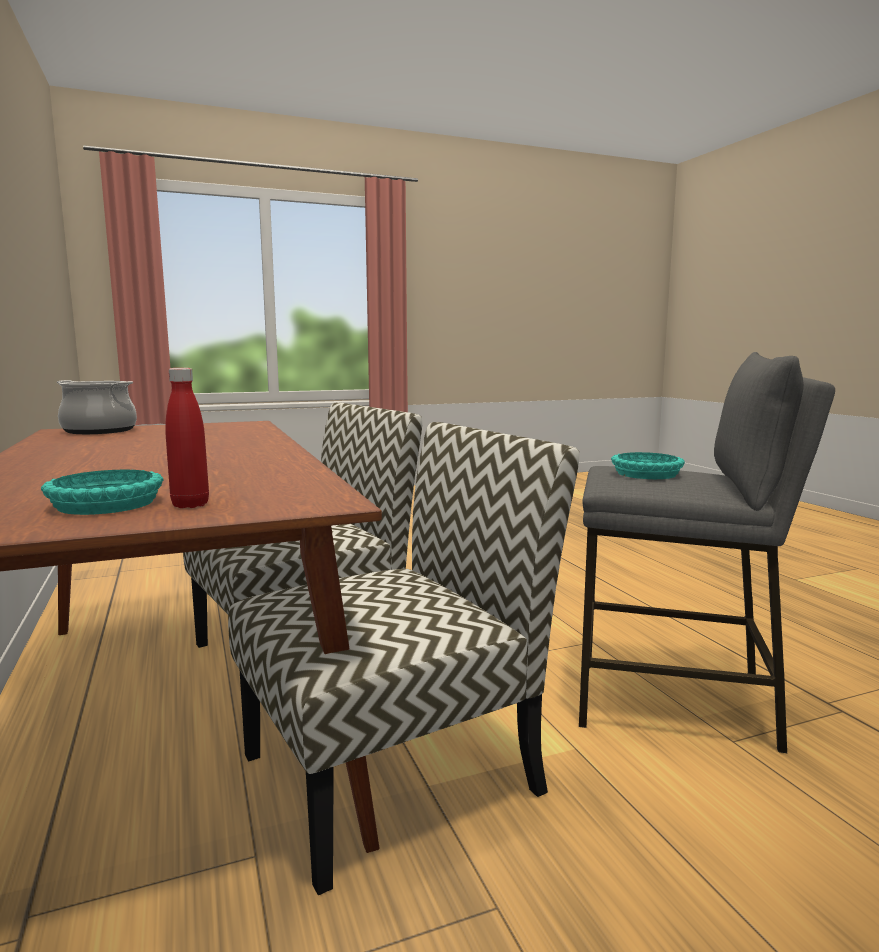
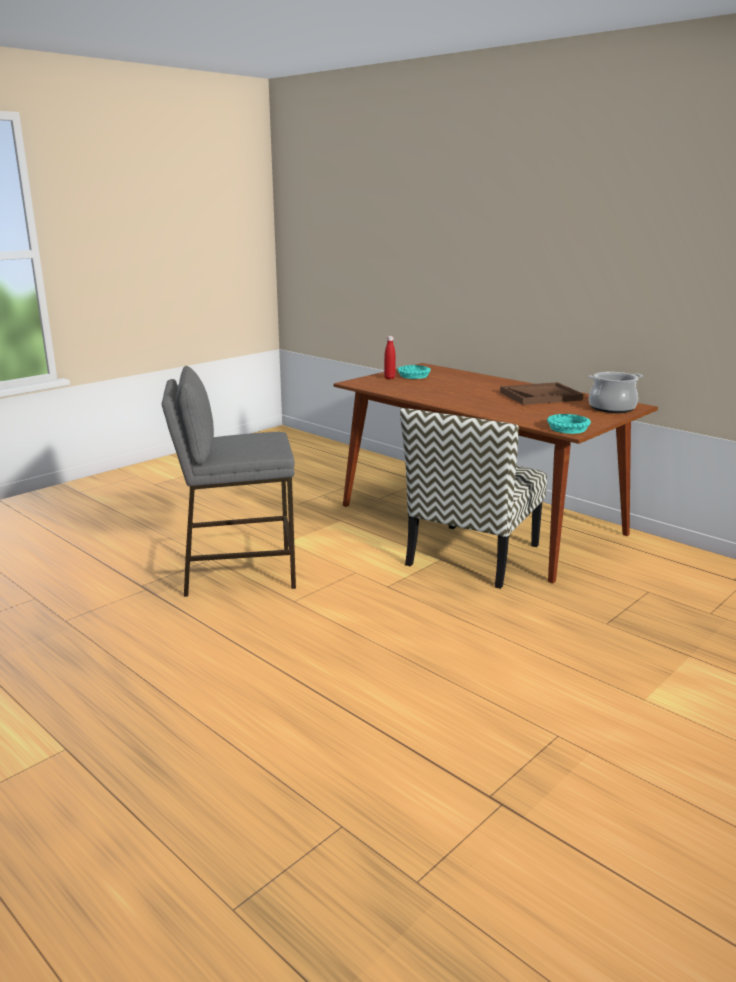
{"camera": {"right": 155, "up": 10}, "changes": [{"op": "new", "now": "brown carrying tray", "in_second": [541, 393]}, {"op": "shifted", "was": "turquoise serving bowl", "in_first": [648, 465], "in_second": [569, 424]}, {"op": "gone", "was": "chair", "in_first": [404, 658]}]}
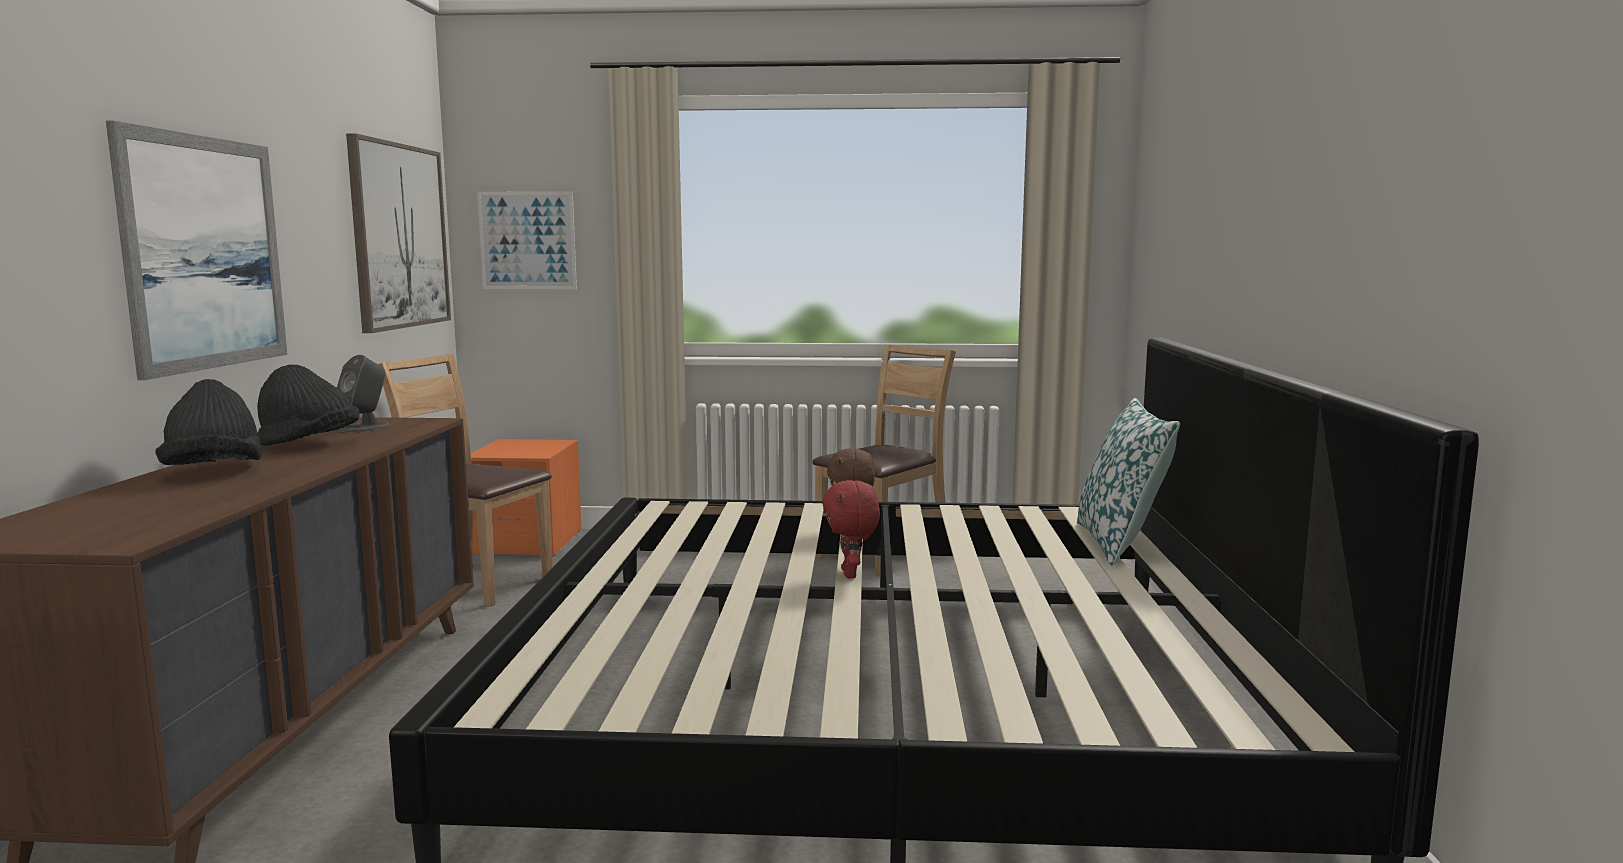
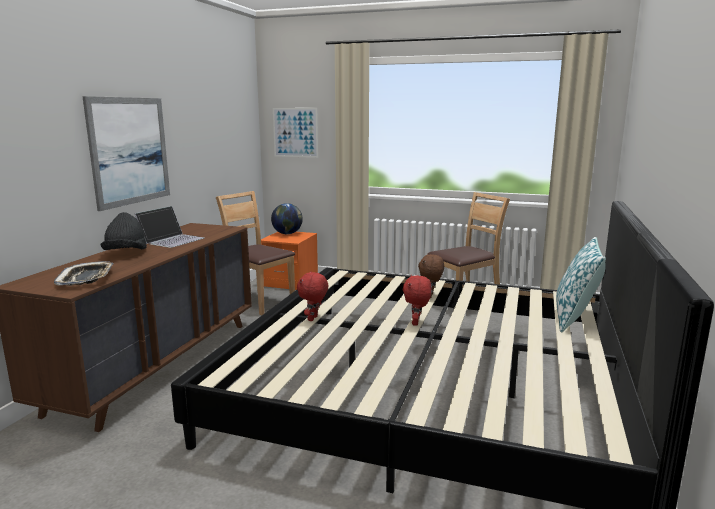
{"camera": {"right": 15, "up": 5}, "changes": [{"op": "new", "now": "carrying tray", "in_second": [84, 273]}, {"op": "swapped", "was": "black hat", "now": "notebook computer", "in_first": [308, 405], "in_second": [170, 227]}, {"op": "new", "now": "globe", "in_second": [287, 218]}, {"op": "new", "now": "red-coloured plush toy", "in_second": [312, 296]}, {"op": "gone", "was": "grey audio speaker", "in_first": [363, 394]}, {"op": "gone", "was": "wall art", "in_first": [398, 233]}]}
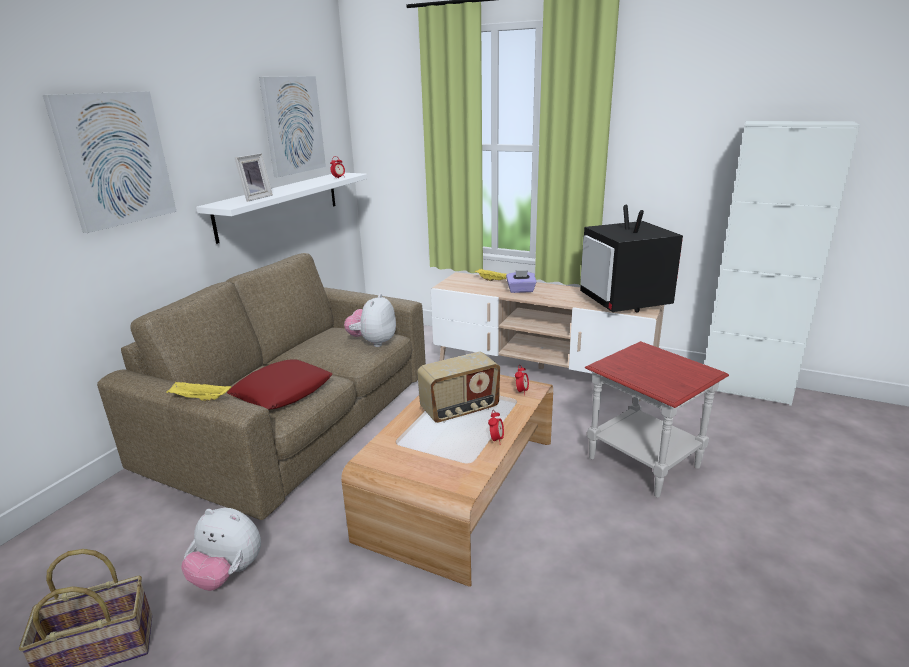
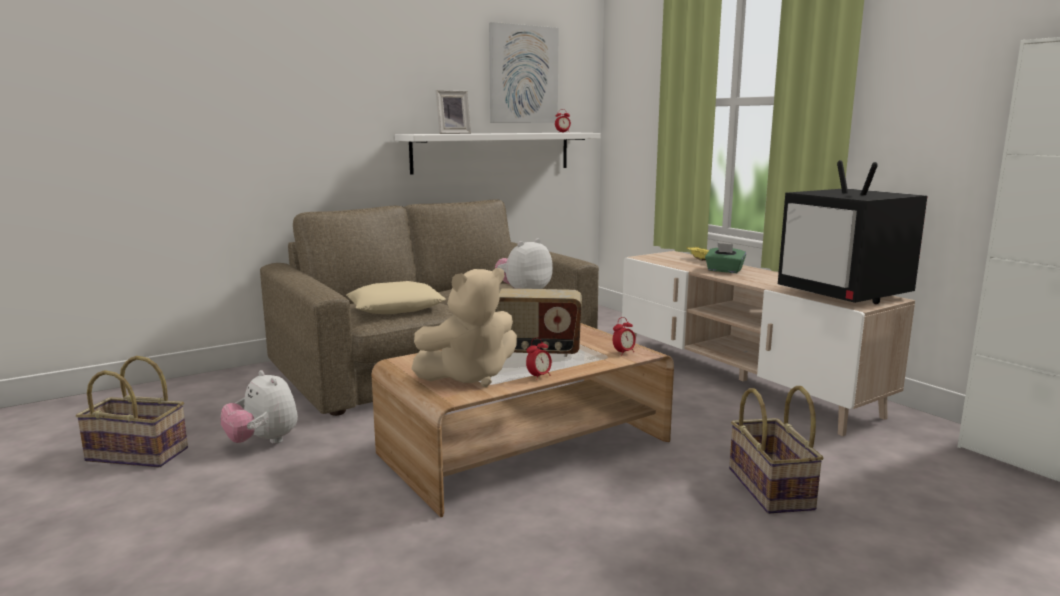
{"camera": {"right": 30, "up": -10}, "changes": [{"op": "repainted", "was": "red-coloured cushion", "now": "beige cushion", "in_first": [279, 384], "in_second": [396, 297]}, {"op": "new", "now": "beige plush toy", "in_second": [464, 327]}, {"op": "repainted", "was": "purple box of tissues", "now": "greenish box of tissues", "in_first": [521, 281], "in_second": [725, 258]}, {"op": "swapped", "was": "red-coloured end table", "now": "storage basket", "in_first": [657, 419], "in_second": [776, 450]}, {"op": "rotated", "was": "TV", "in_first": [631, 259], "in_second": [852, 232], "clockwise": -45}, {"op": "gone", "was": "wall art", "in_first": [110, 162]}, {"op": "gone", "was": "yellow carrying tray", "in_first": [198, 391]}]}
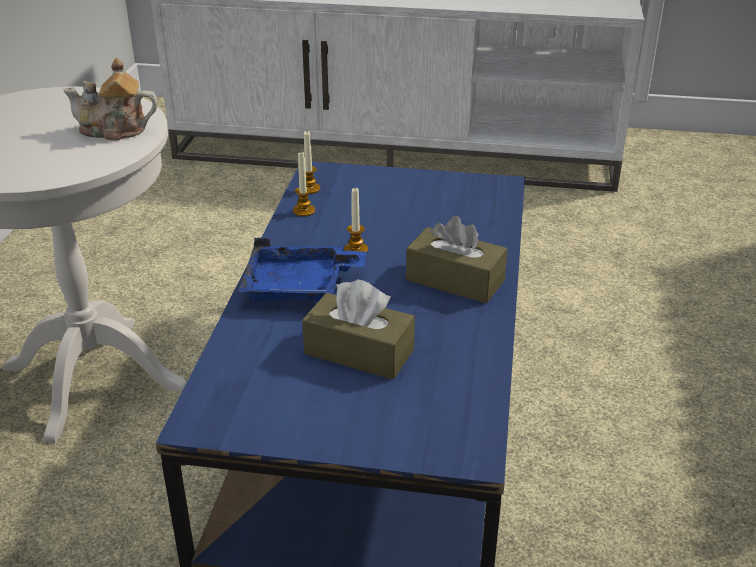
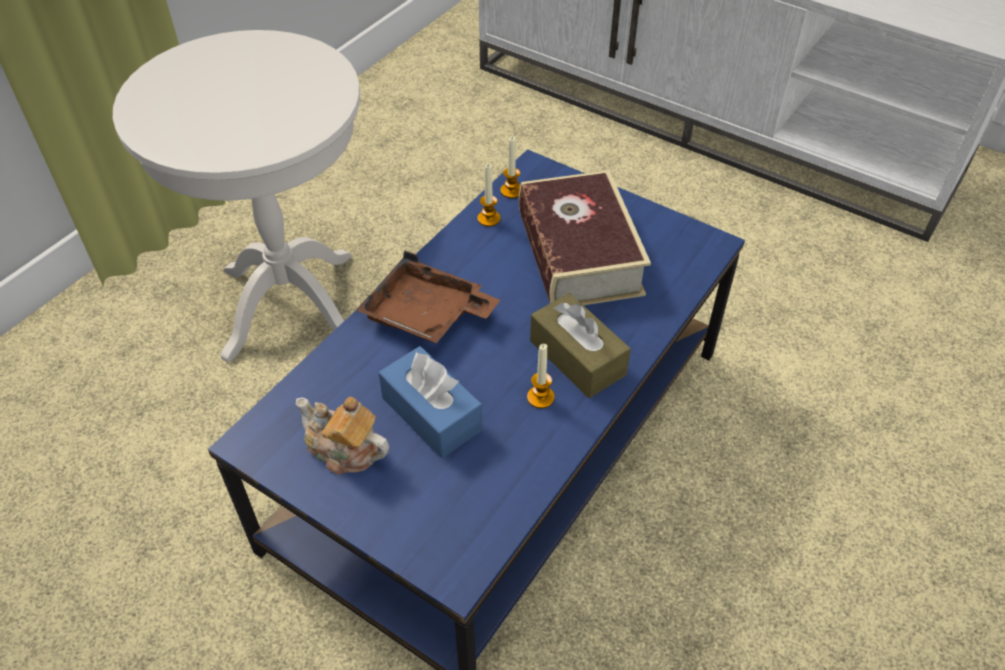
{"camera": {"right": 25, "up": 15}, "changes": [{"op": "shifted", "was": "teapot", "in_first": [110, 99], "in_second": [342, 436]}, {"op": "repainted", "was": "blue-coloured carrying tray", "now": "brown carrying tray", "in_first": [302, 269], "in_second": [428, 297]}, {"op": "repainted", "was": "brown box of tissues", "now": "blue-coloured box of tissues", "in_first": [358, 329], "in_second": [431, 402]}, {"op": "new", "now": "volume", "in_second": [585, 237]}, {"op": "shifted", "was": "candle", "in_first": [356, 220], "in_second": [541, 376]}]}
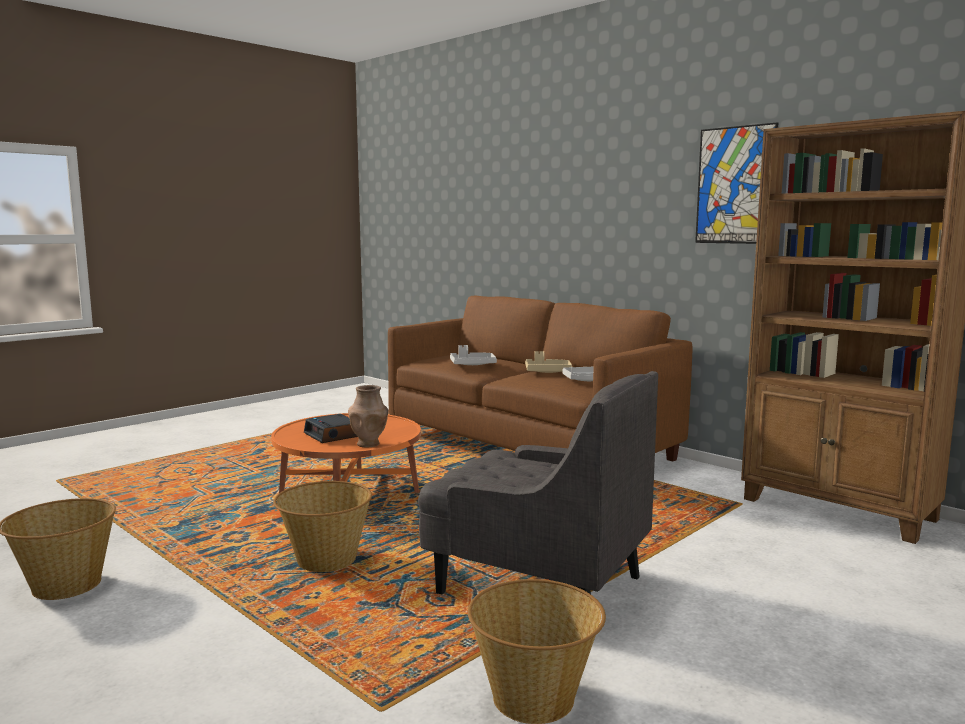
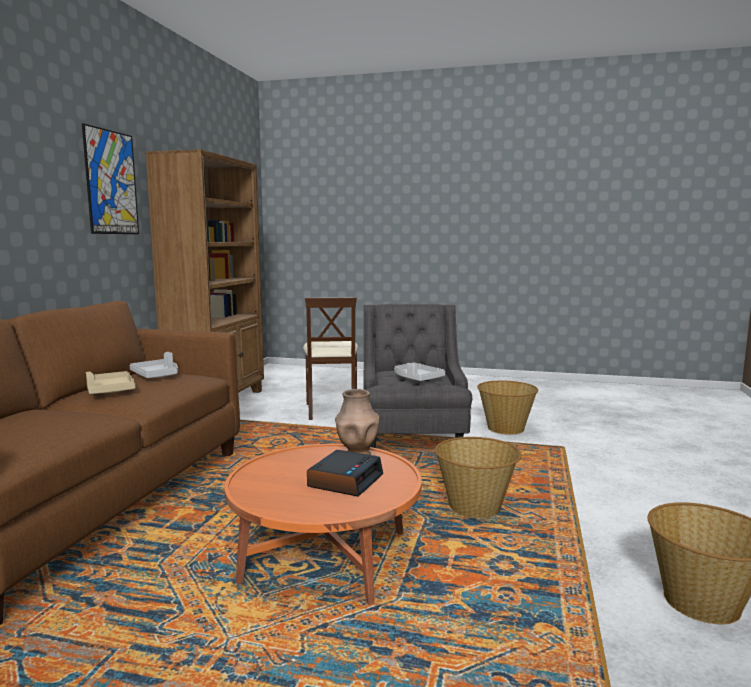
{"camera": {"right": -120, "up": 0}, "changes": [{"op": "new", "now": "beige chair", "in_second": [330, 358]}, {"op": "shifted", "was": "grey carrying tray", "in_first": [473, 355], "in_second": [419, 372]}]}
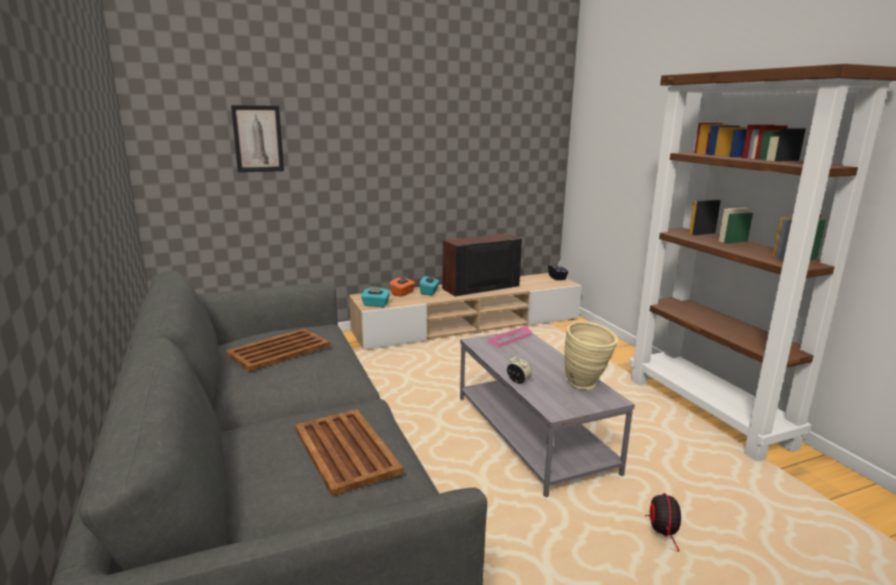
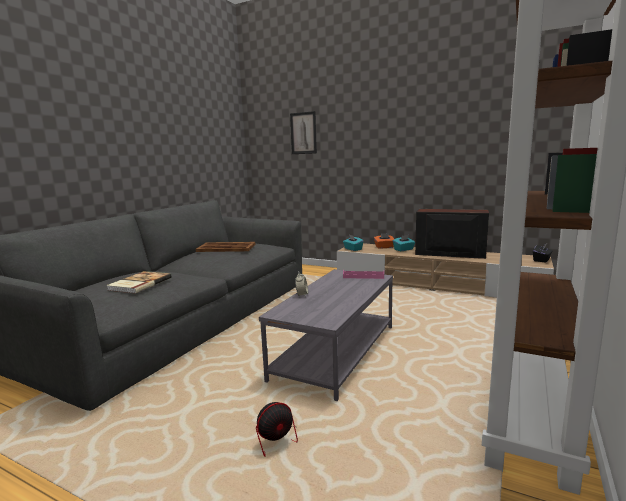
{"camera": {"right": 50, "up": -5}, "changes": [{"op": "swapped", "was": "brown carrying tray", "now": "volume", "in_first": [349, 453], "in_second": [139, 282]}, {"op": "gone", "was": "beige vase", "in_first": [591, 355]}]}
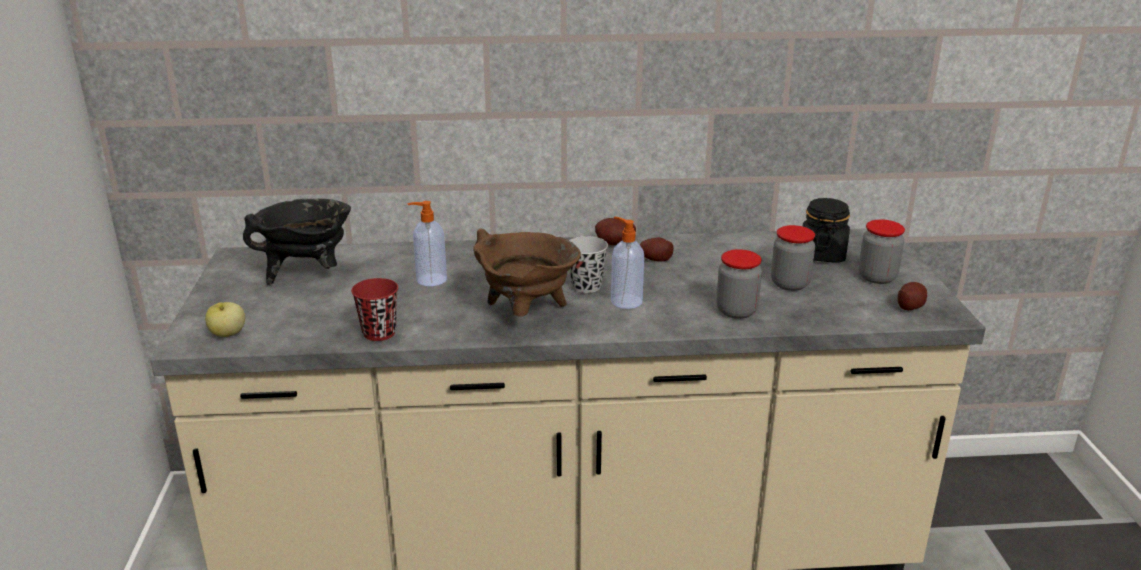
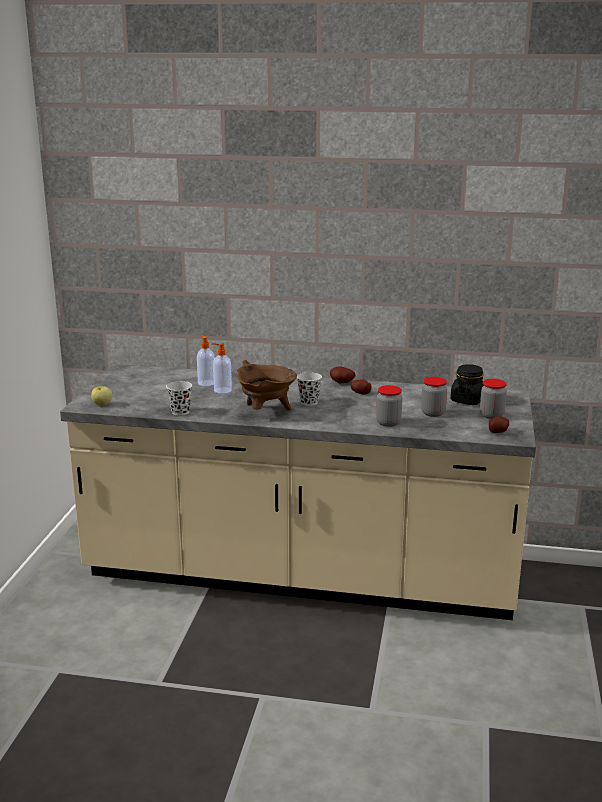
{"camera": {"right": 15, "up": -5}, "changes": [{"op": "repainted", "was": "red-coloured drinking cup", "now": "black drinking cup", "in_first": [374, 309], "in_second": [179, 398]}, {"op": "shifted", "was": "soap dispenser", "in_first": [627, 263], "in_second": [206, 360]}, {"op": "gone", "was": "black saucepot", "in_first": [297, 241]}]}
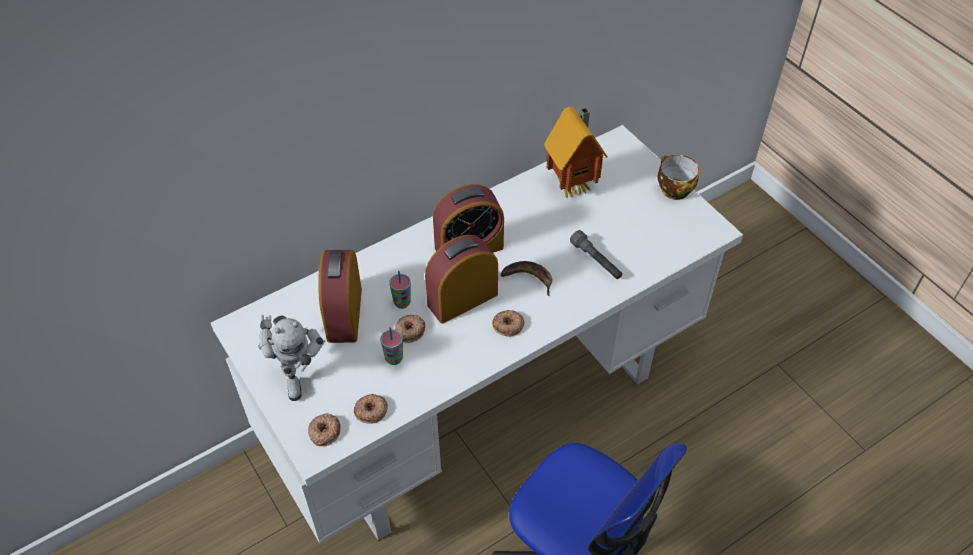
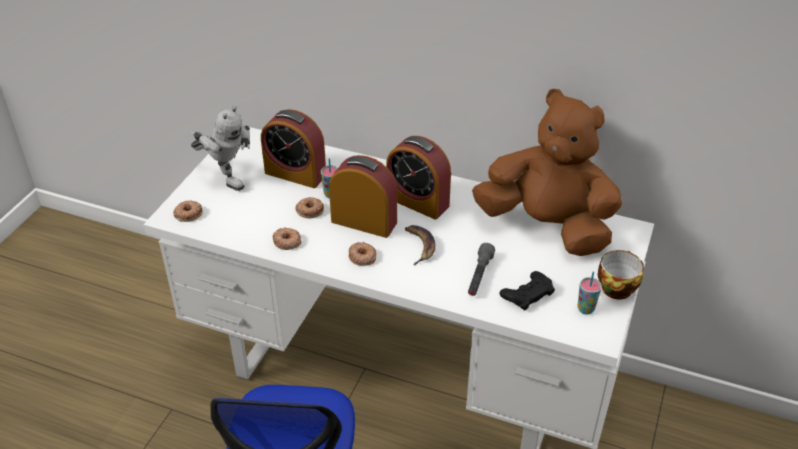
{"camera": {"right": 55, "up": -10}, "changes": [{"op": "rotated", "was": "model robot", "in_first": [291, 358], "in_second": [220, 148], "clockwise": -90}, {"op": "rotated", "was": "bedside clock", "in_first": [340, 296], "in_second": [293, 148], "clockwise": -120}, {"op": "shifted", "was": "doughnut", "in_first": [371, 409], "in_second": [286, 238]}, {"op": "swapped", "was": "miniature house", "now": "brown plush toy", "in_first": [576, 152], "in_second": [547, 172]}, {"op": "new", "now": "black game controller", "in_second": [527, 291]}, {"op": "shifted", "was": "drinking cup", "in_first": [392, 346], "in_second": [590, 293]}]}
